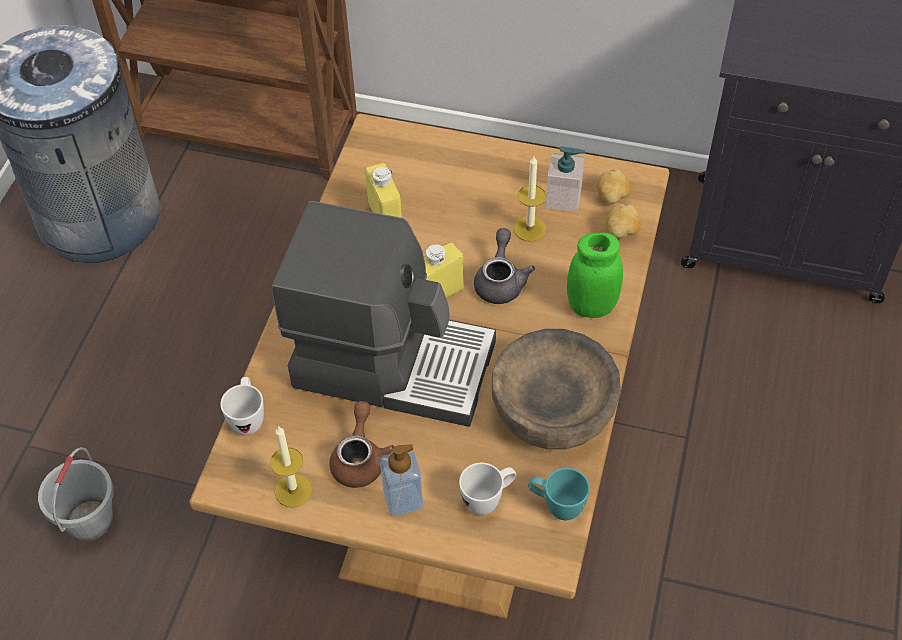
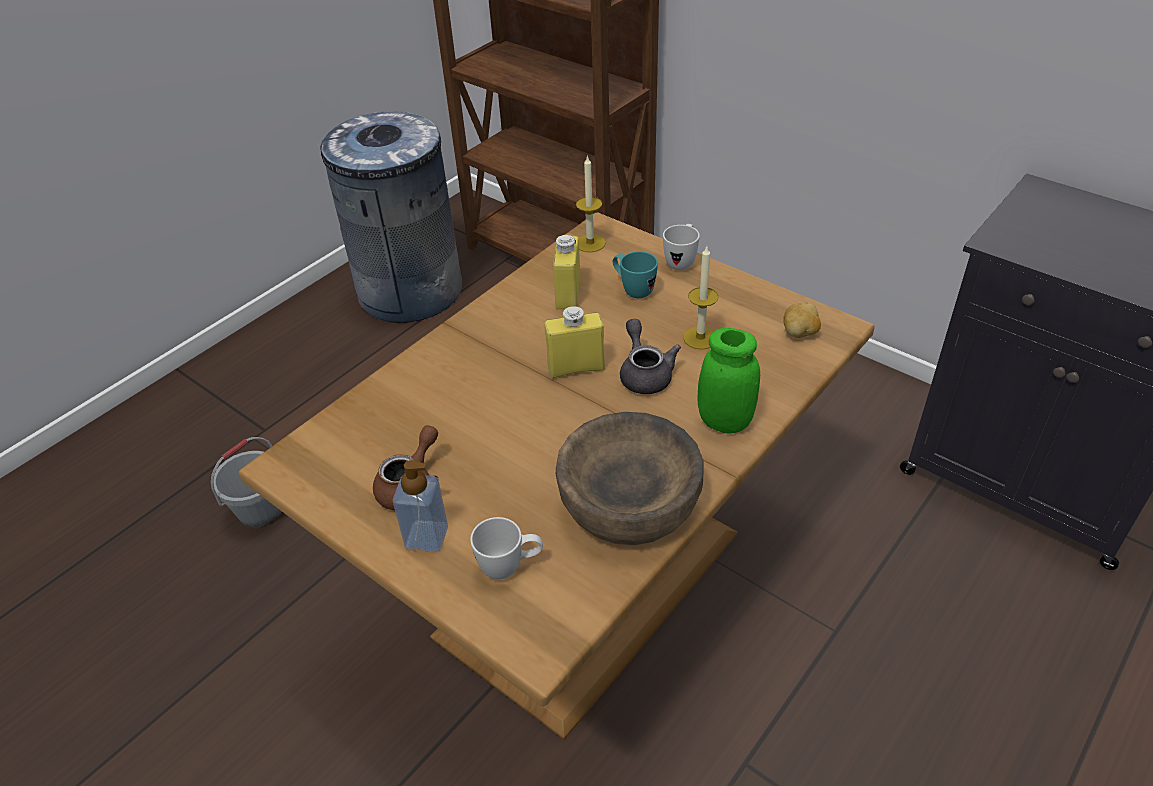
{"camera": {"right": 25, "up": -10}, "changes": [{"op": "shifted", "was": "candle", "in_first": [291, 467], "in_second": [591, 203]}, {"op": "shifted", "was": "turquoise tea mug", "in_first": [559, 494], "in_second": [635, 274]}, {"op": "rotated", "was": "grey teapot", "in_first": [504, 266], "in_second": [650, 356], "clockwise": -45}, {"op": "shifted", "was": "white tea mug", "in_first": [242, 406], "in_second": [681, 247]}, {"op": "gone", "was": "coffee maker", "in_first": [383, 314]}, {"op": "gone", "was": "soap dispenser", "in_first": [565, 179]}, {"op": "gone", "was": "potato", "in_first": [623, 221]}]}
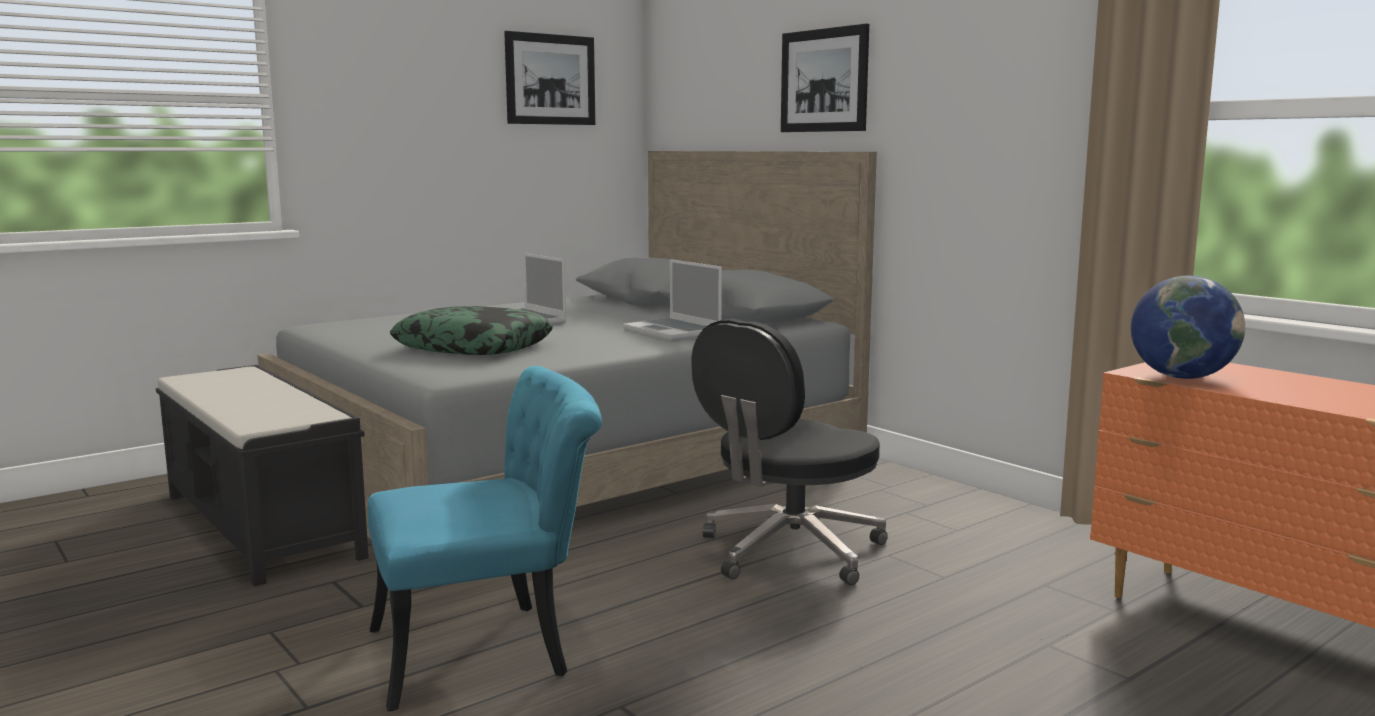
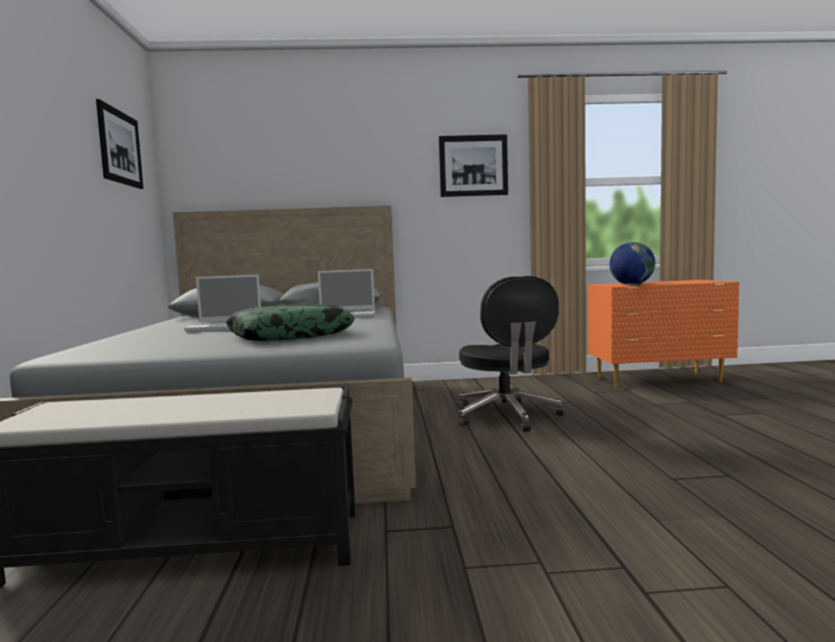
{"camera": {"right": -55, "up": -5}, "changes": [{"op": "shifted", "was": "wall art", "in_first": [825, 77], "in_second": [473, 165]}, {"op": "gone", "was": "turquoise chair", "in_first": [485, 538]}]}
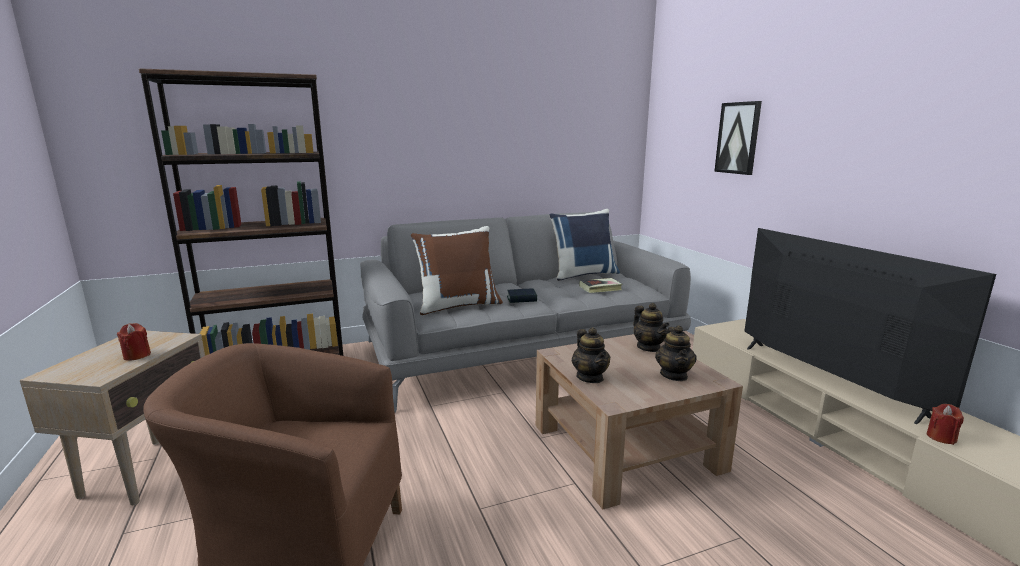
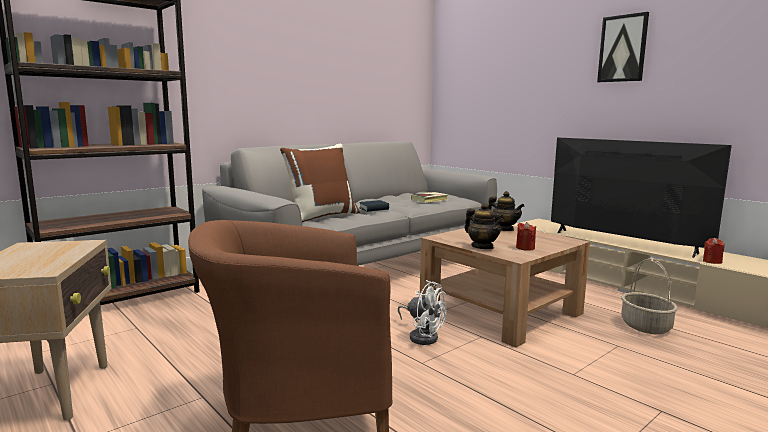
{"camera": {"right": -20, "up": -5}, "changes": [{"op": "new", "now": "white fan", "in_second": [422, 312]}, {"op": "shifted", "was": "red-coloured candle", "in_first": [134, 342], "in_second": [526, 236]}, {"op": "shifted", "was": "wall art", "in_first": [738, 138], "in_second": [623, 47]}, {"op": "new", "now": "storage basket", "in_second": [649, 296]}, {"op": "gone", "was": "blue-coloured cushion", "in_first": [584, 245]}, {"op": "gone", "was": "teapot", "in_first": [676, 353]}]}
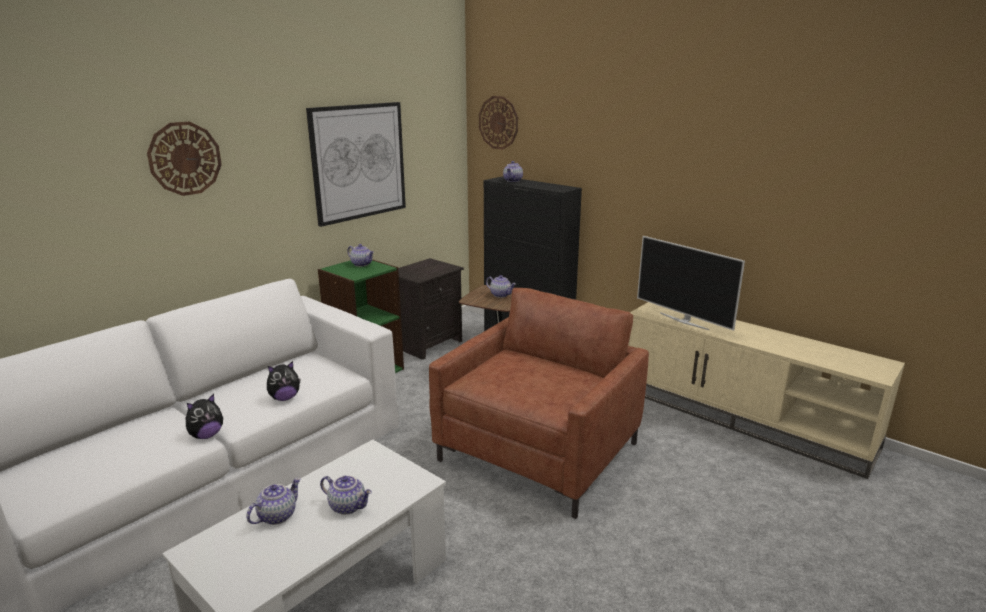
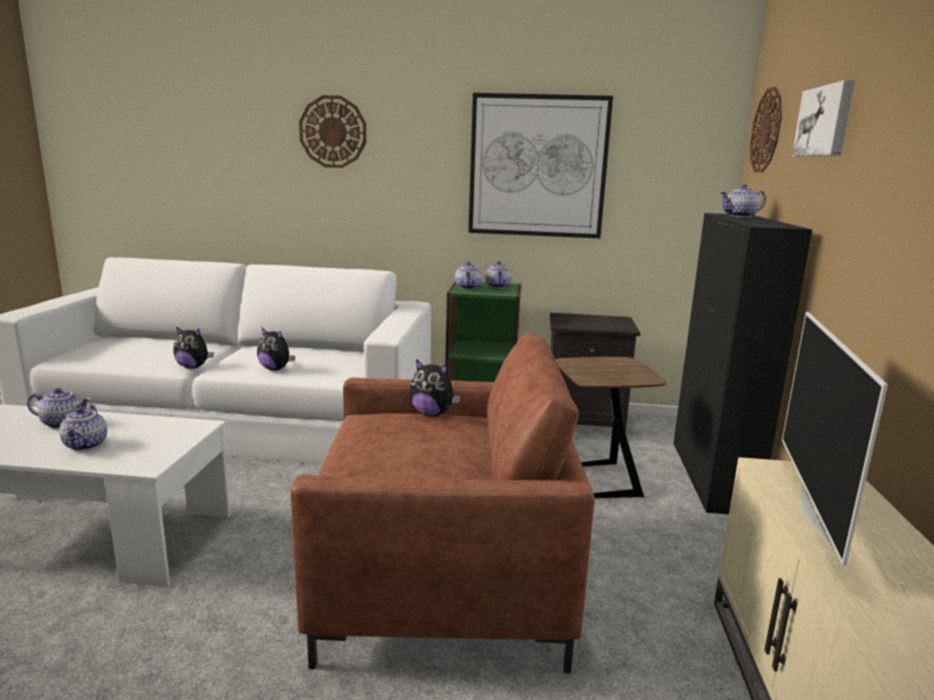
{"camera": {"right": 55, "up": -5}, "changes": [{"op": "new", "now": "plush toy", "in_second": [435, 387]}, {"op": "shifted", "was": "teapot", "in_first": [501, 286], "in_second": [468, 275]}, {"op": "new", "now": "wall art", "in_second": [823, 118]}]}
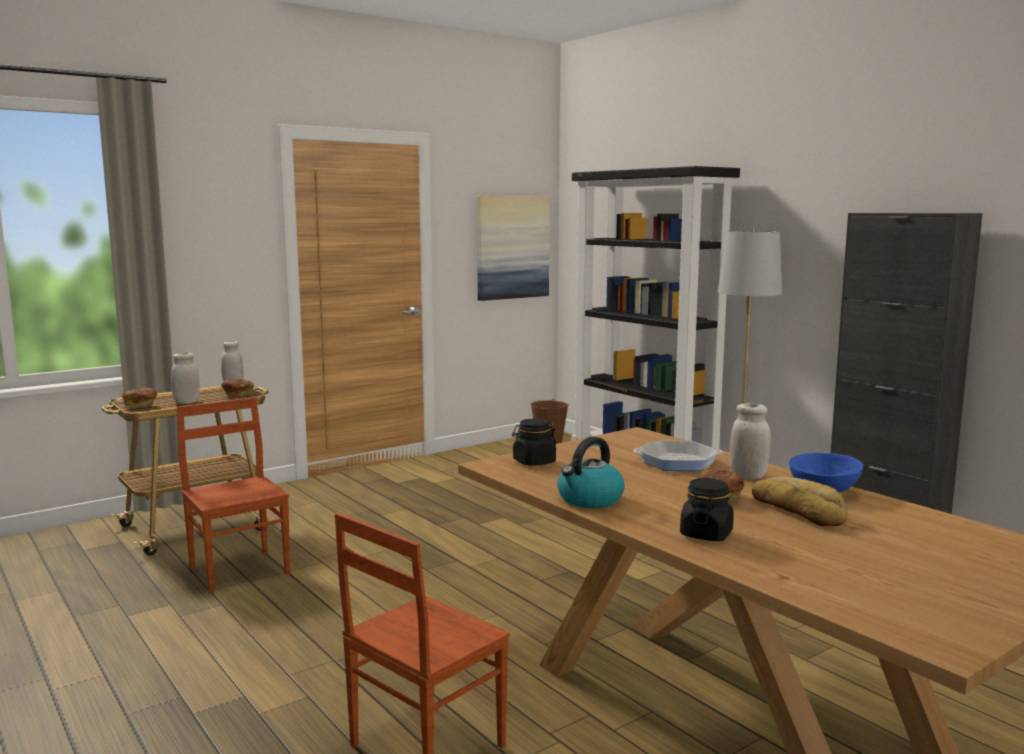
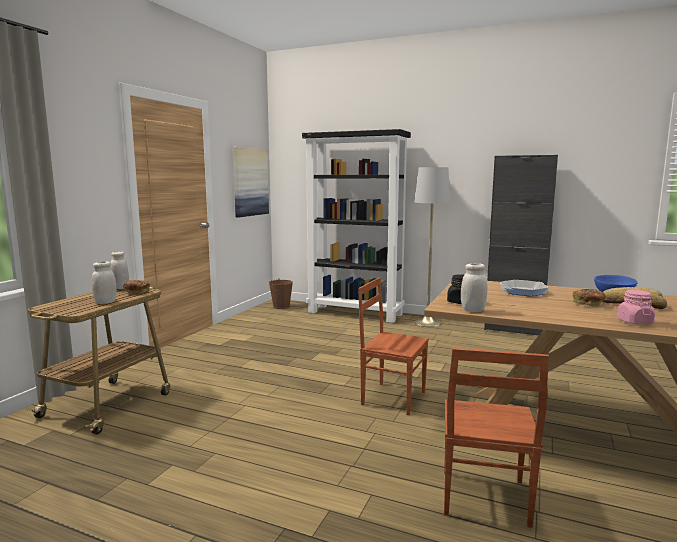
{"camera": {"right": -30, "up": 0}, "changes": [{"op": "shifted", "was": "brown chair", "in_first": [233, 495], "in_second": [393, 346]}, {"op": "shifted", "was": "white storage jar", "in_first": [750, 441], "in_second": [474, 287]}, {"op": "repainted", "was": "black storage jar", "now": "pink storage jar", "in_first": [707, 509], "in_second": [636, 307]}, {"op": "gone", "was": "bakery bread", "in_first": [140, 397]}, {"op": "gone", "was": "water kettle", "in_first": [591, 472]}]}
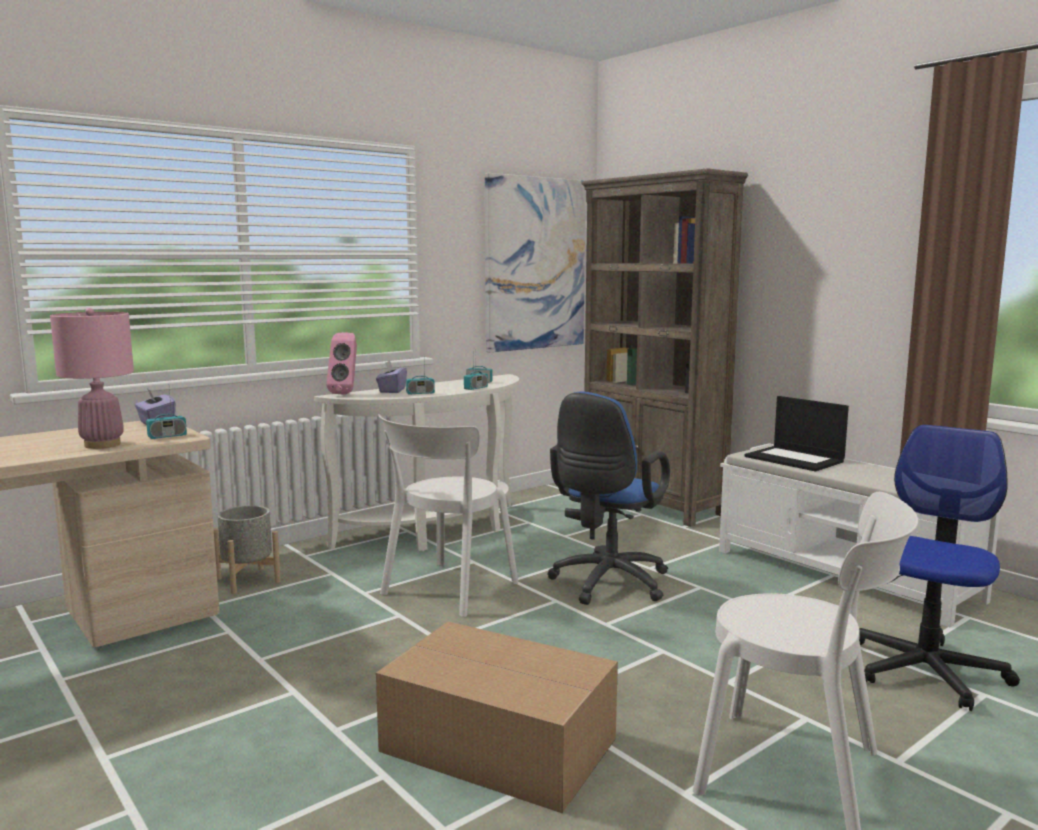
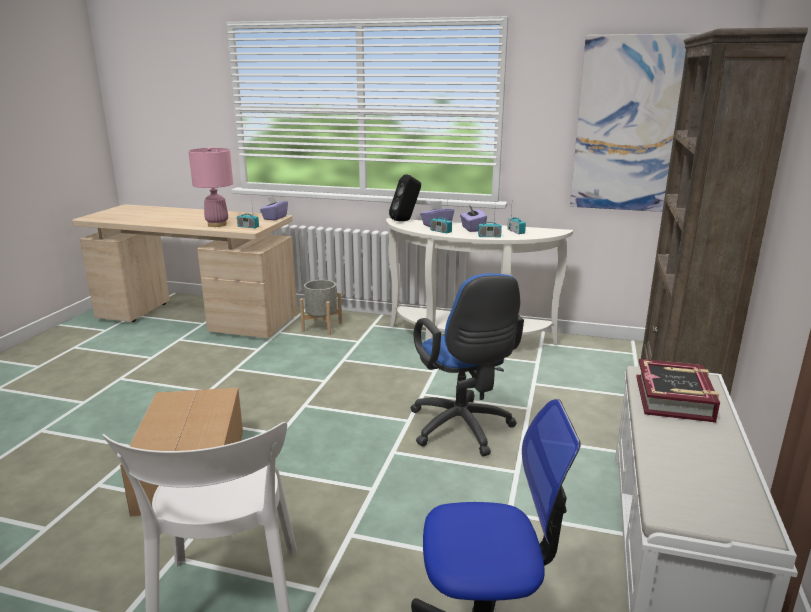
{"camera": {"right": 55, "up": 10}, "changes": [{"op": "repainted", "was": "pink audio speaker", "now": "black audio speaker", "in_first": [341, 364], "in_second": [405, 197]}, {"op": "rotated", "was": "blue-coloured office chair", "in_first": [608, 498], "in_second": [467, 364], "clockwise": -105}, {"op": "new", "now": "purple box of tissues", "in_second": [473, 218]}, {"op": "swapped", "was": "notebook computer", "now": "volume", "in_first": [797, 433], "in_second": [678, 391]}, {"op": "gone", "was": "white chair", "in_first": [448, 515]}]}
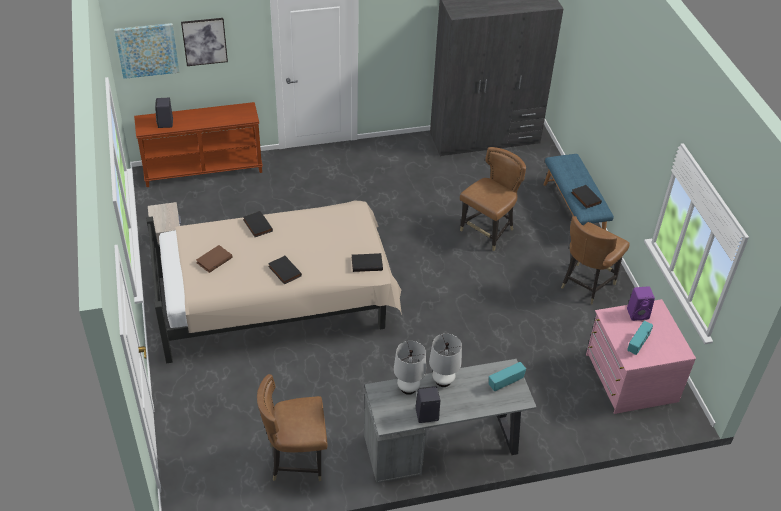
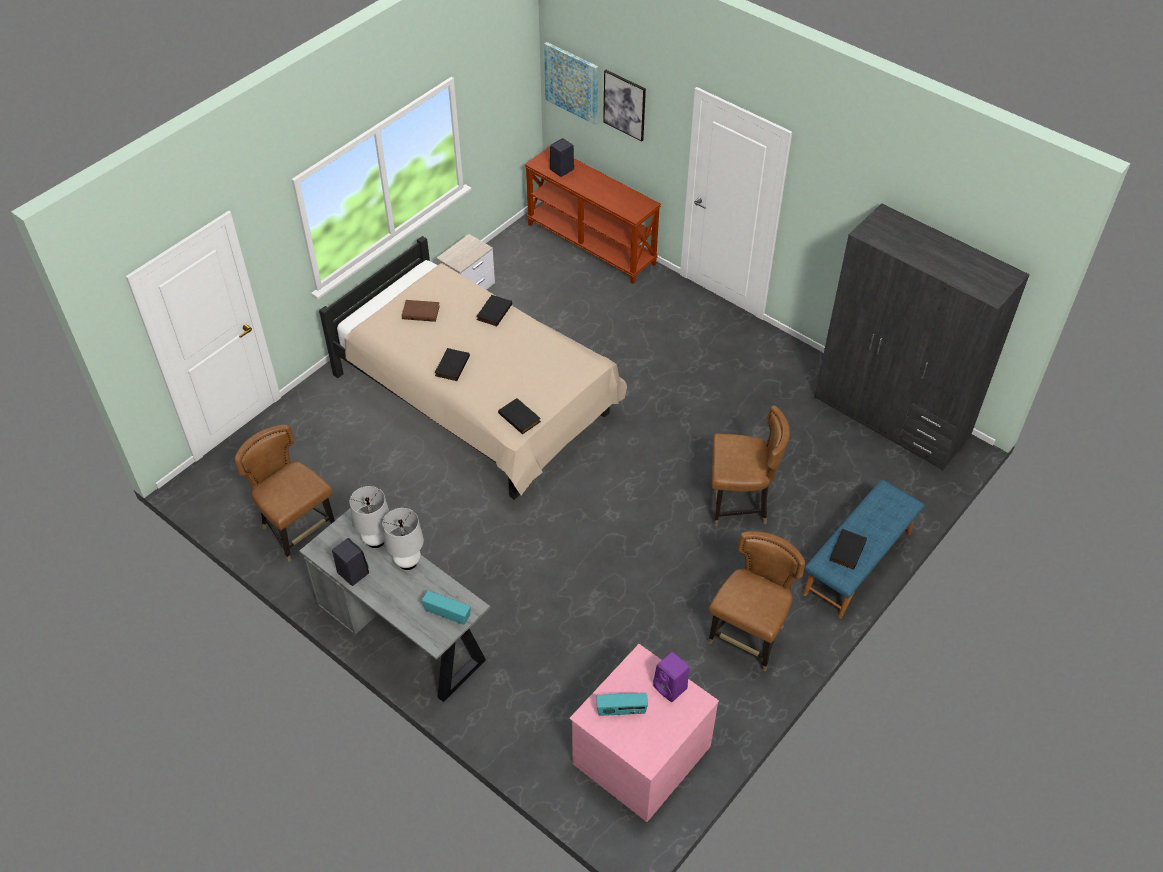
{"camera": {"right": 55, "up": 5}, "changes": [{"op": "rotated", "was": "brown chair", "in_first": [595, 260], "in_second": [756, 601], "clockwise": 120}]}
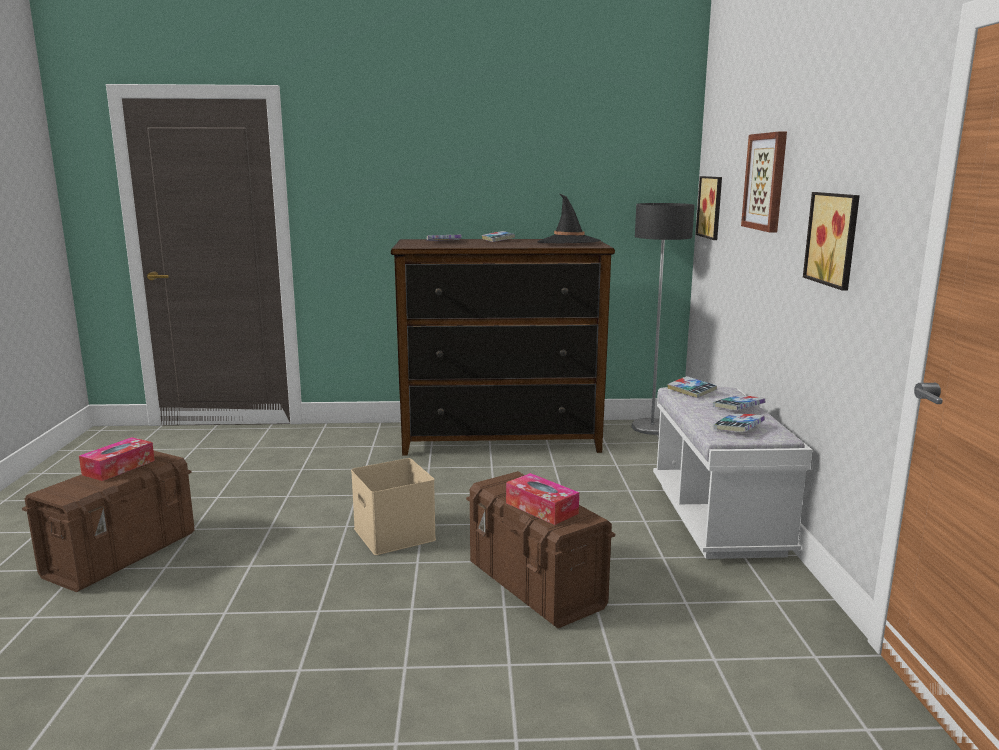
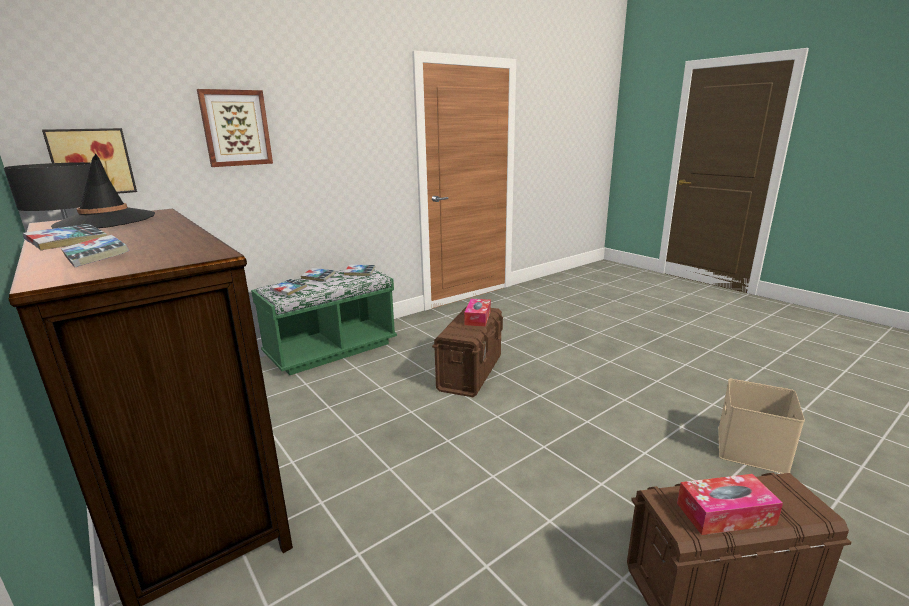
{"camera": {"right": -125, "up": 5}, "changes": [{"op": "repainted", "was": "white indoor bench", "now": "greenish indoor bench", "in_first": [732, 472], "in_second": [324, 322]}, {"op": "shifted", "was": "beige storage bin", "in_first": [393, 506], "in_second": [761, 426]}, {"op": "gone", "was": "wall art", "in_first": [831, 241]}]}
